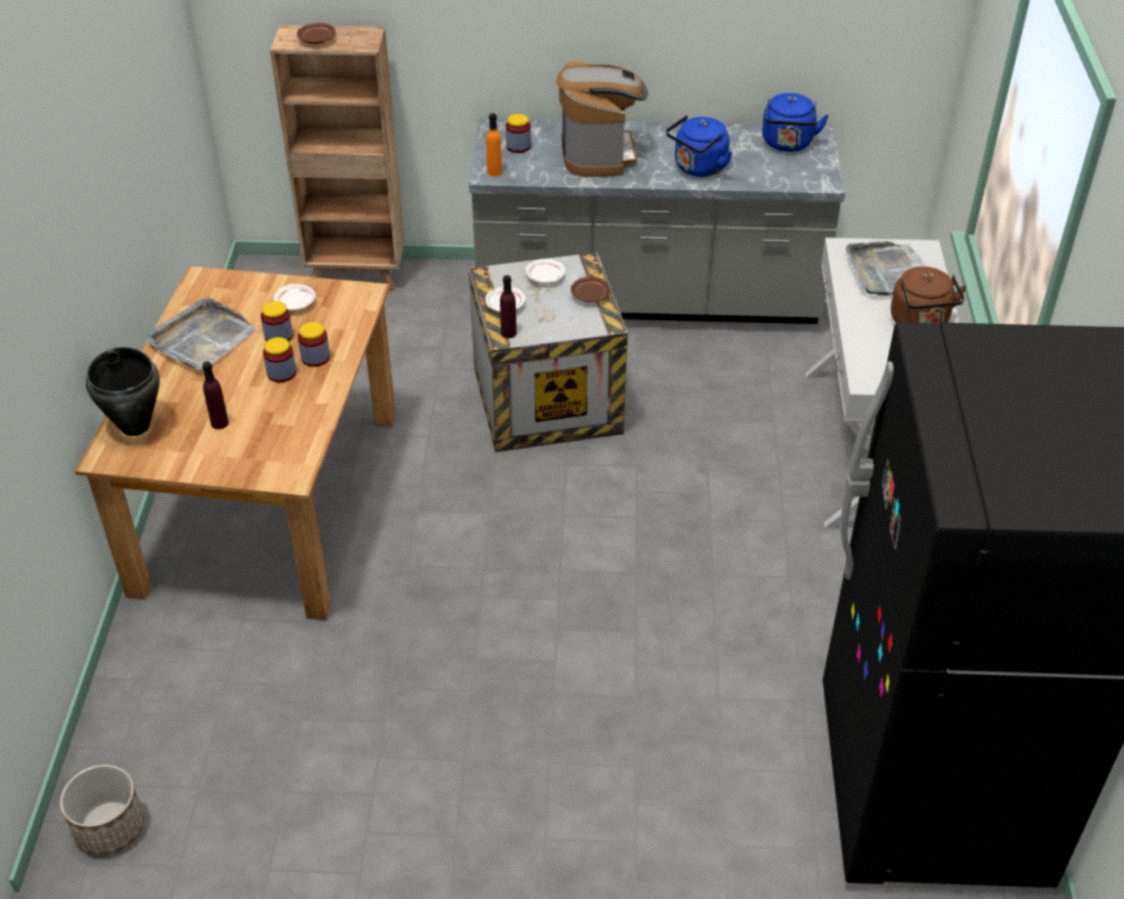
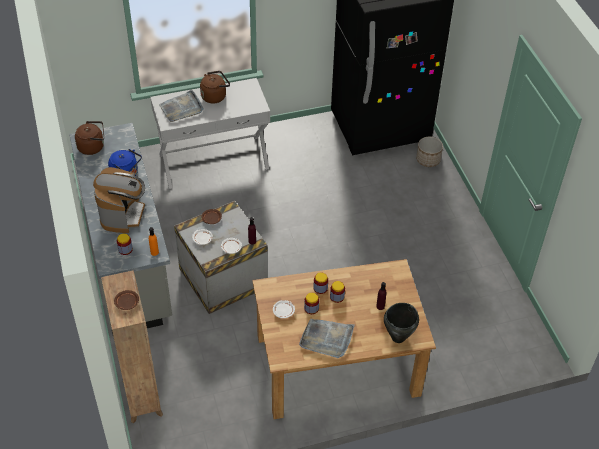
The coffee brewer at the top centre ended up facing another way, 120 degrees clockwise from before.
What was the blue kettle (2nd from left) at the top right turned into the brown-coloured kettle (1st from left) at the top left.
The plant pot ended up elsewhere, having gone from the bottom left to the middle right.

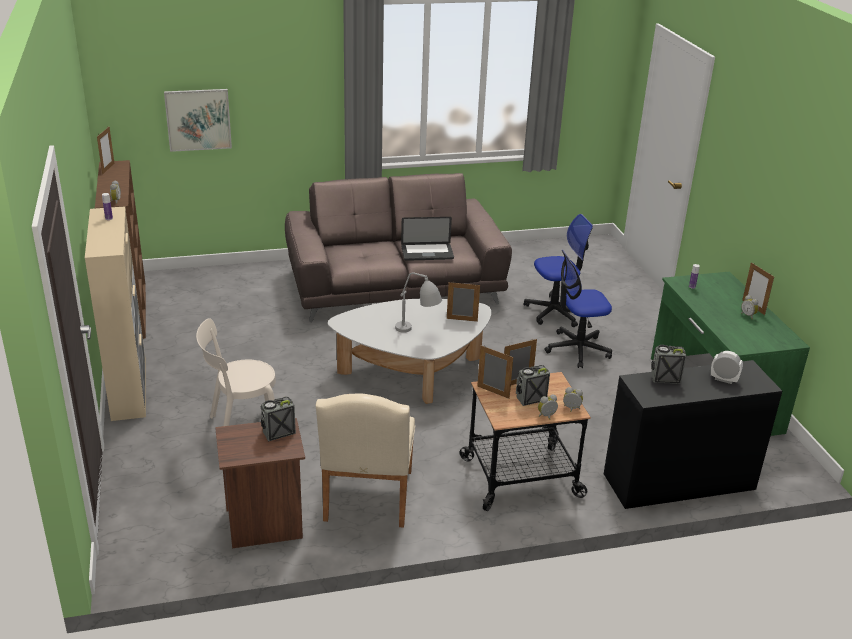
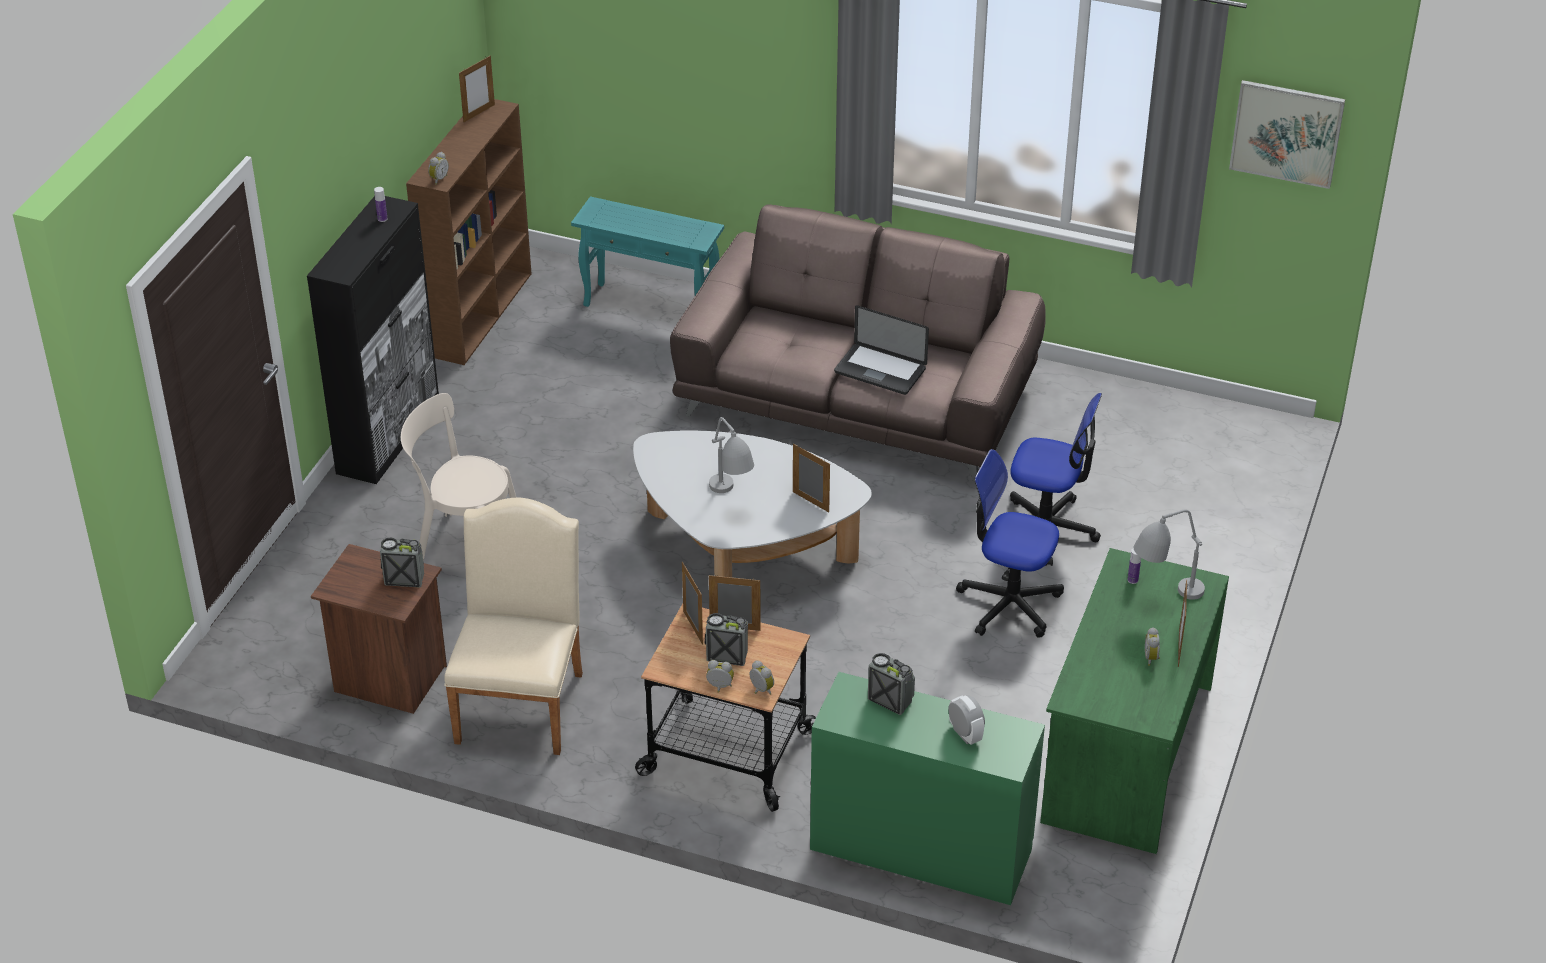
The wall art ended up elsewhere, having gone from the top left to the top right.
What was the beige-coloured storage cabinet at the middle left turned into the blackish storage cabinet at the middle left.
What was the blackish desk unit at the bottom right turned into the greenish desk unit (1st from left) at the bottom centre.
The beige-coloured upright chair (2nd from left) at the bottom centre ended up facing another way, 150 degrees clockwise from before.
The second view gained the blue-green side table at the top centre.
The second view gained the greyish table lamp (2nd from left) at the middle right.

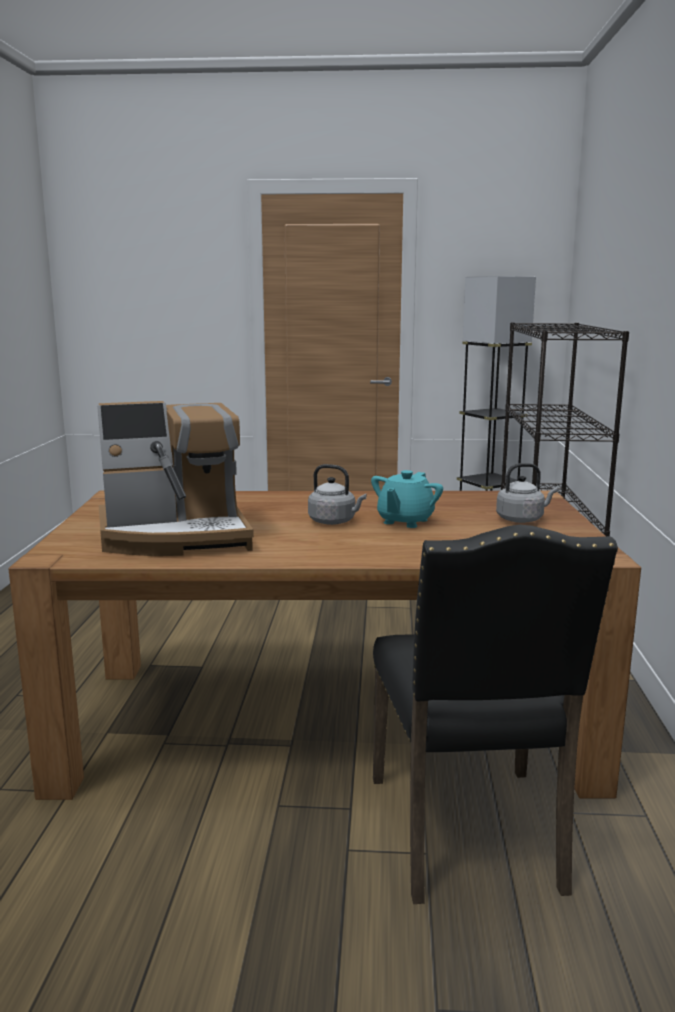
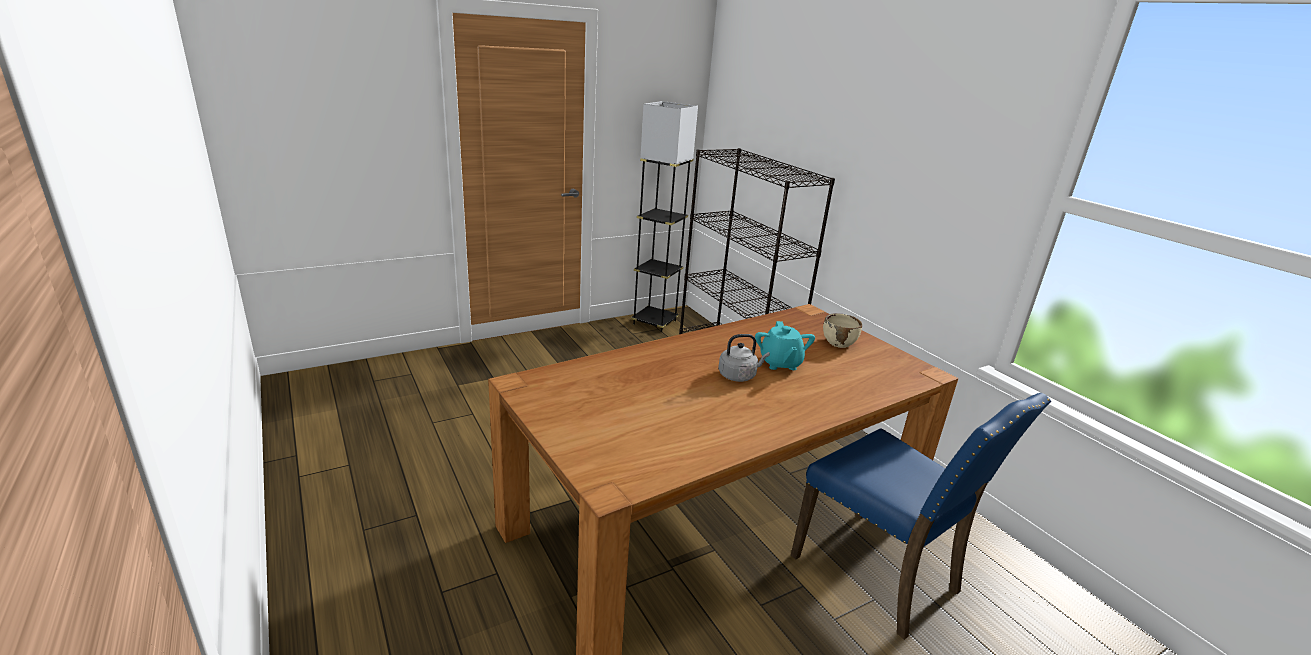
The second view lost the coffee brewer at the middle left.
Where the greyish kettle (2nd from left) stood at the middle right, the beige-coloured bowl came to stand at the centre.
What was the blackish upright chair at the bottom right turned into the blue upright chair at the bottom right.

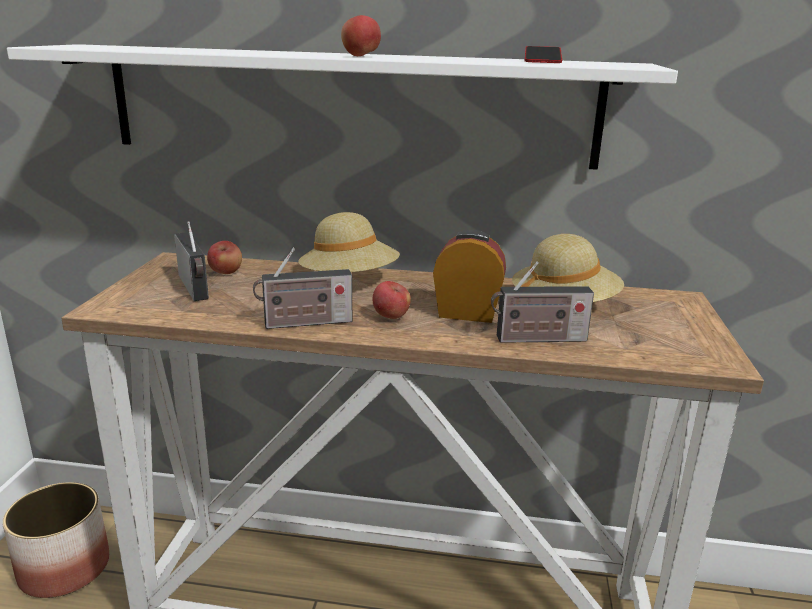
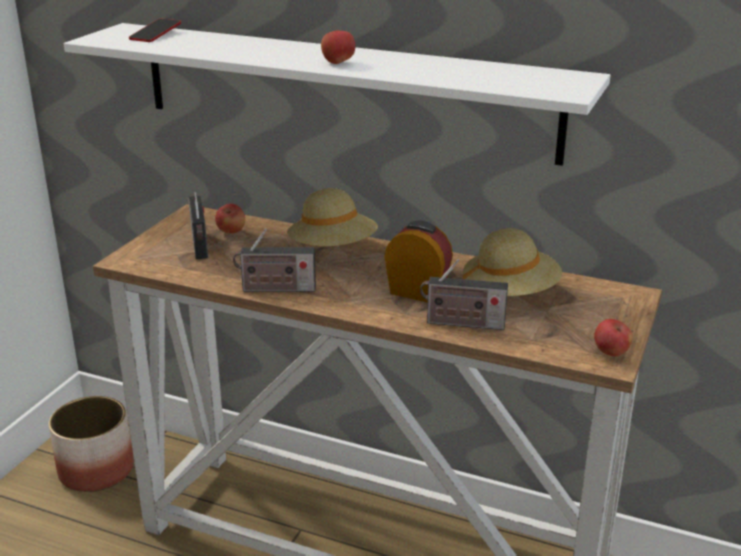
The handset ended up elsewhere, having gone from the top right to the top left.
The apple fruit (3rd from left) ended up elsewhere, having gone from the centre to the middle right.

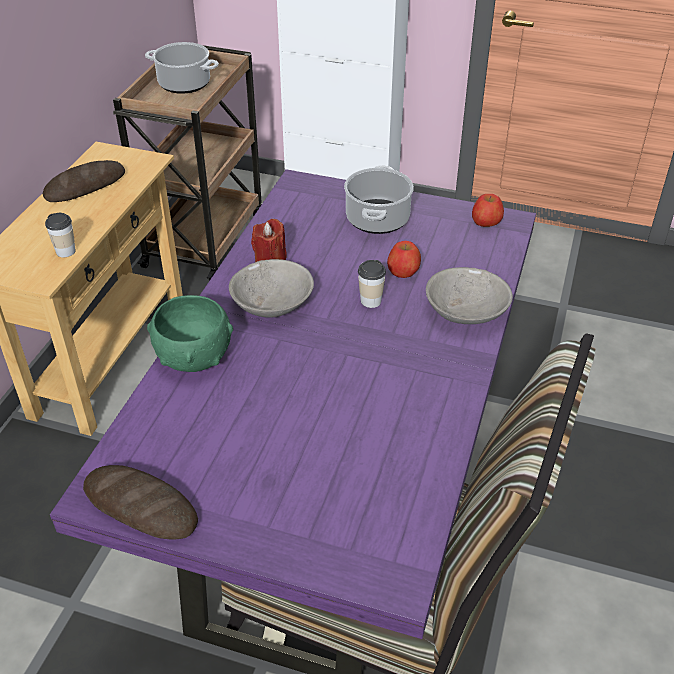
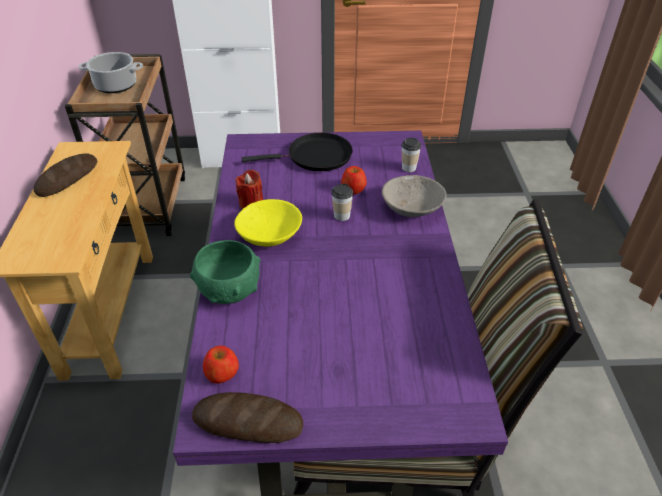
Where the saucepot (2nd from left) stood at the top centre, the blackish skillet came to stand at the top centre.
The apple fruit (2nd from left in the first image) ended up elsewhere, having gone from the top right to the bottom centre.
The cup (1st from left in the first image) ended up elsewhere, having gone from the middle left to the top centre.
What was the greyish bowl (1st from left) at the centre turned into the yellow-coloured bowl at the centre.

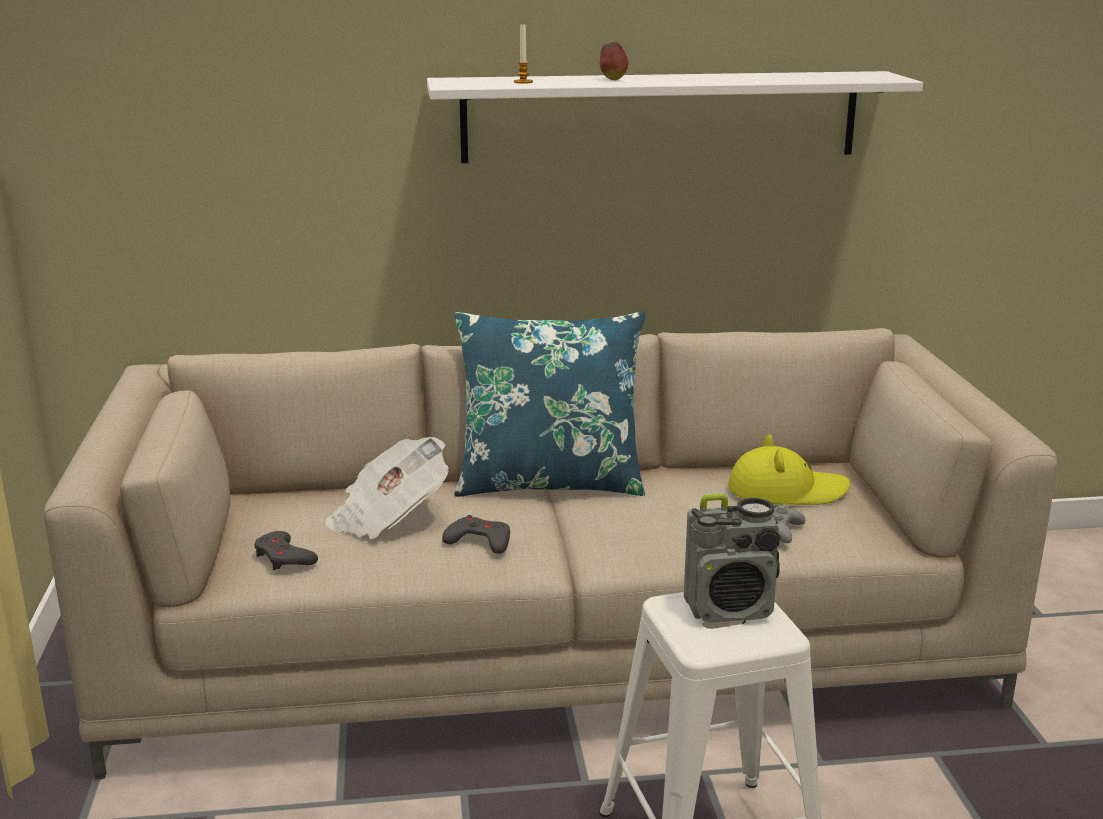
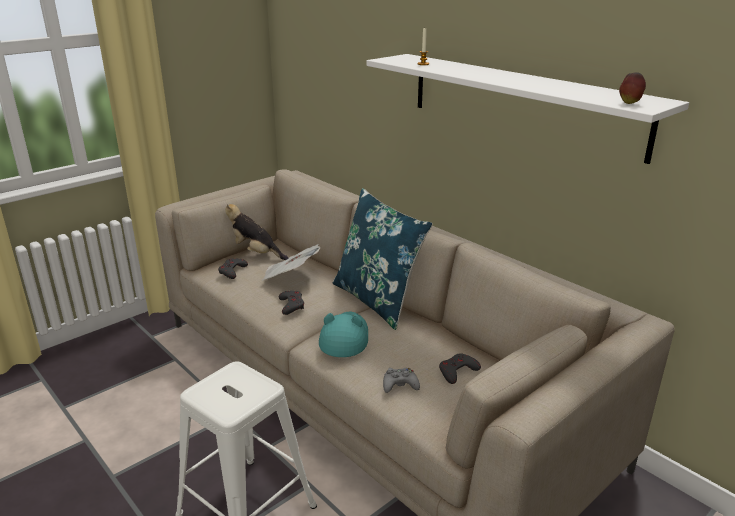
The apple fruit ended up elsewhere, having gone from the top centre to the top right.
Where the yellow-coloured hat stood at the middle right, the greyish gamepad (4th from left) came to stand at the bottom centre.
The second view lost the radio receiver at the bottom centre.
The second view gained the cuddly toy at the centre.
The second view gained the blue-green hat at the centre.

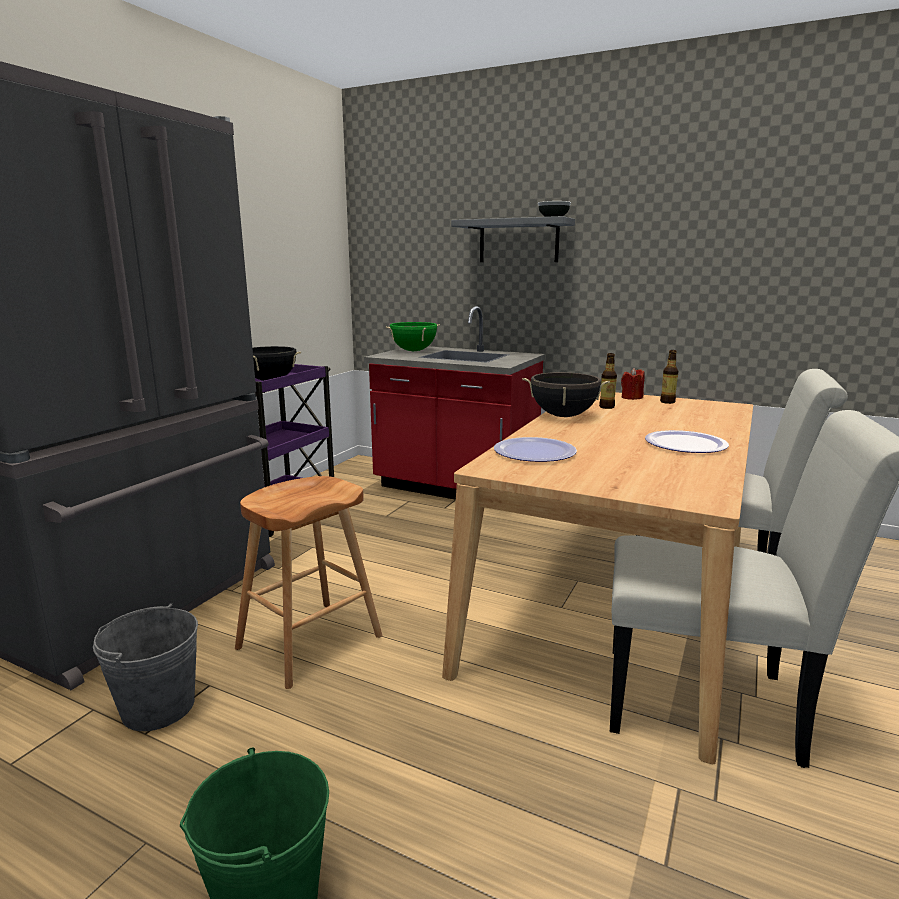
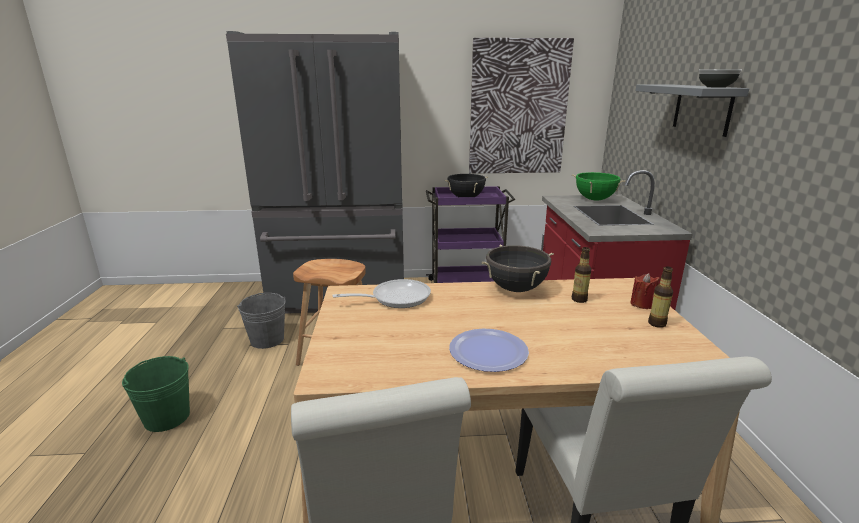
Where the flat dish (1st from left) stood at the centre, the skillet came to stand at the centre.
The second view gained the wall art at the top centre.

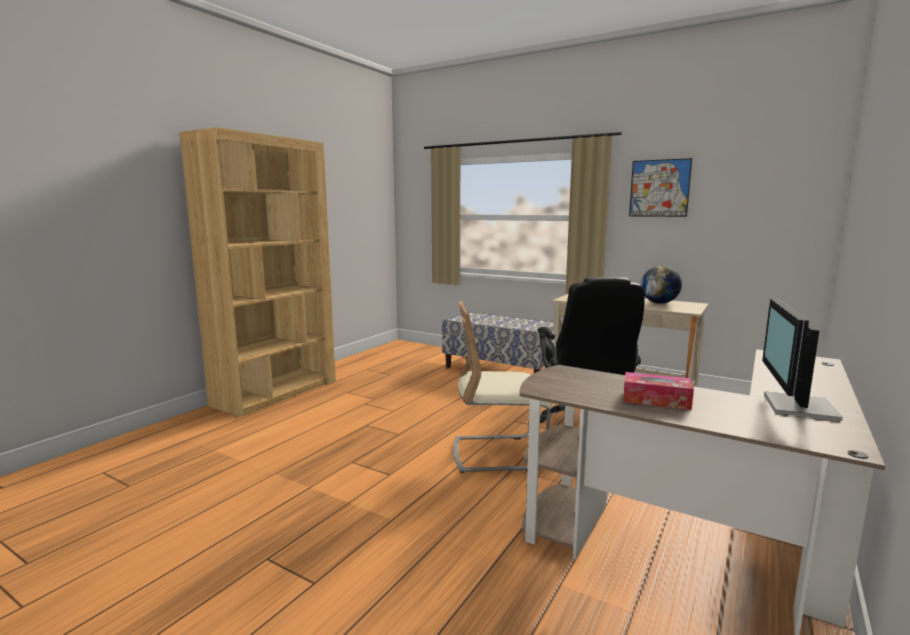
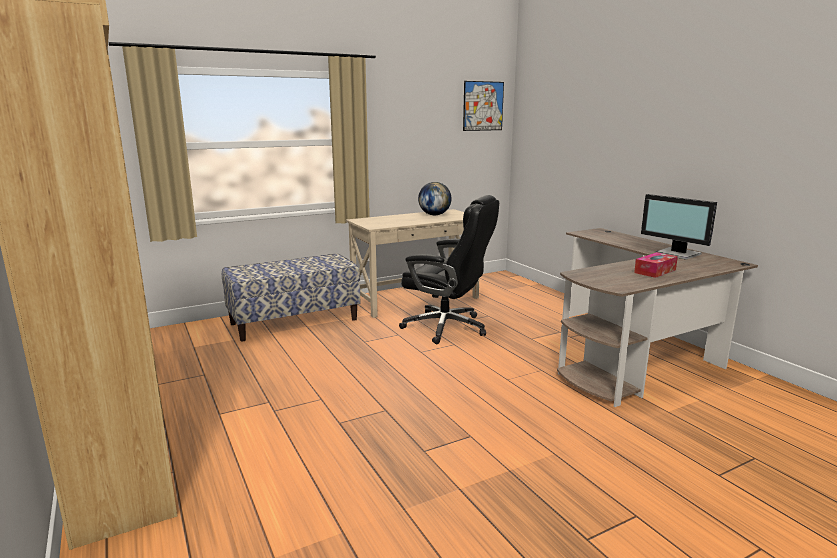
The wall art ended up elsewhere, having gone from the top right to the top centre.
The second view lost the beige-coloured upright chair at the centre.

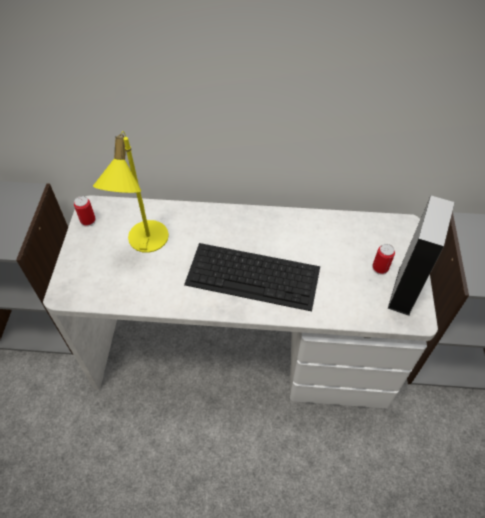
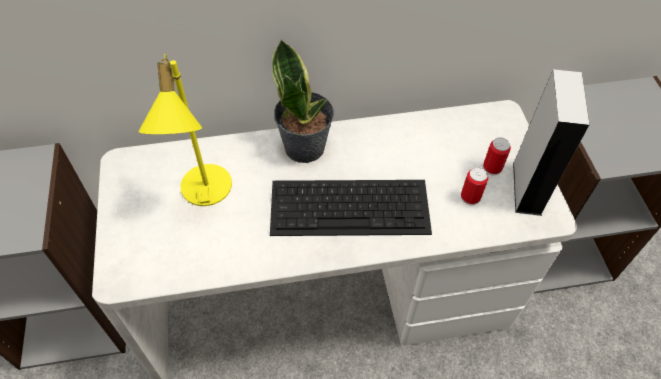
The can (1st from left) ended up elsewhere, having gone from the middle left to the middle right.
The second view gained the plant in a pot at the top centre.

